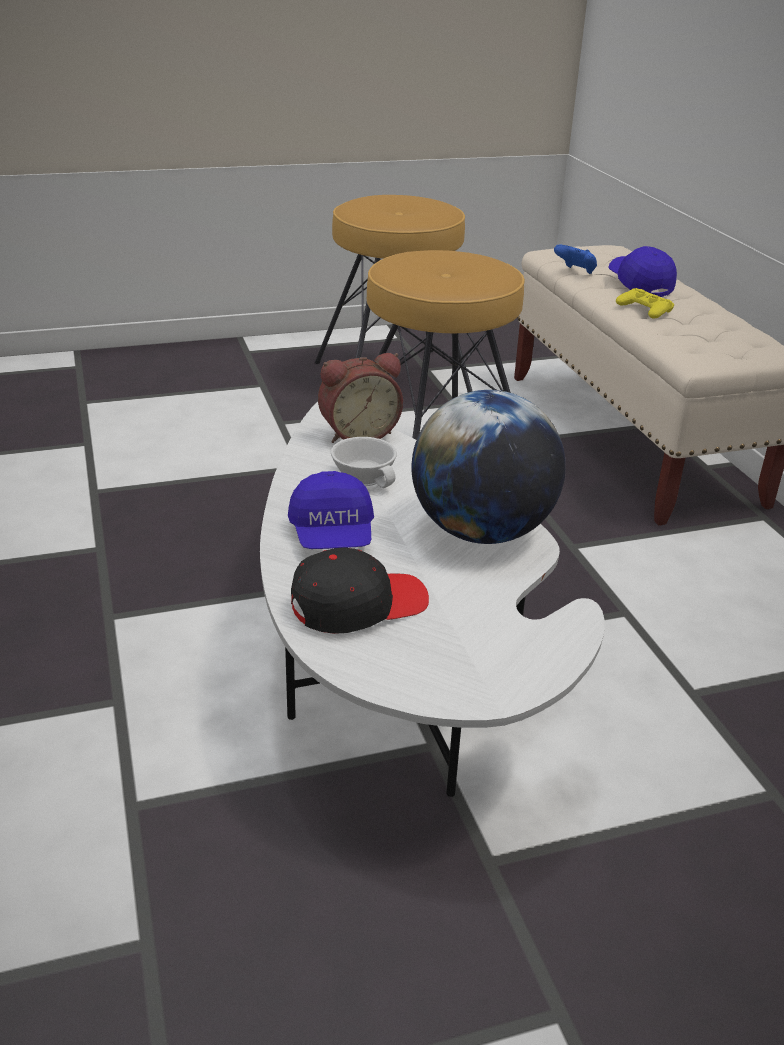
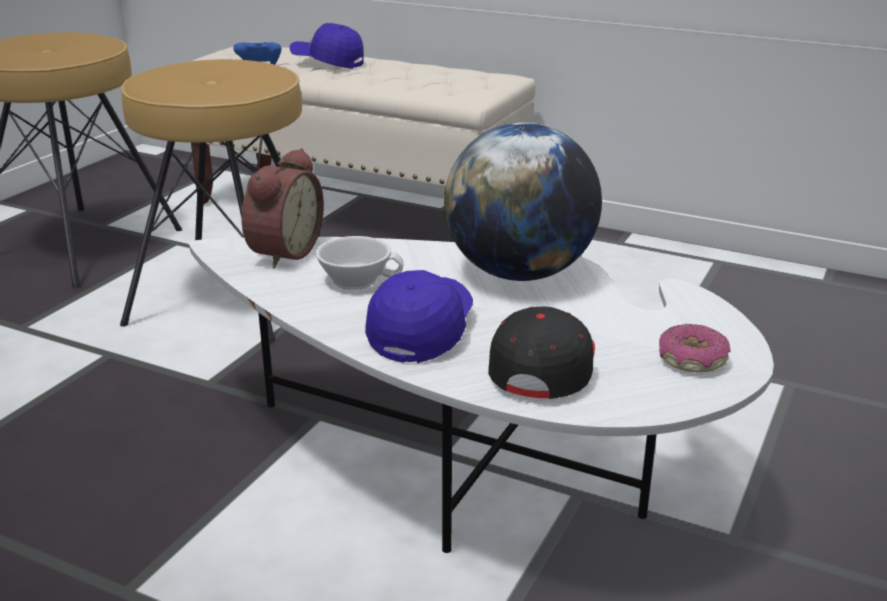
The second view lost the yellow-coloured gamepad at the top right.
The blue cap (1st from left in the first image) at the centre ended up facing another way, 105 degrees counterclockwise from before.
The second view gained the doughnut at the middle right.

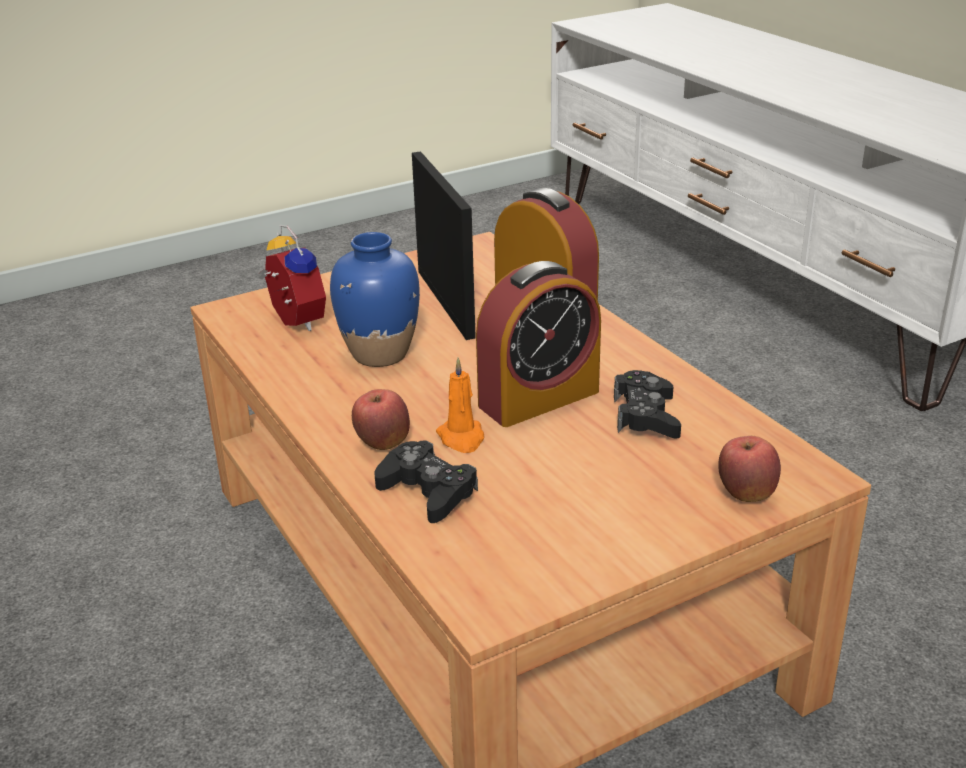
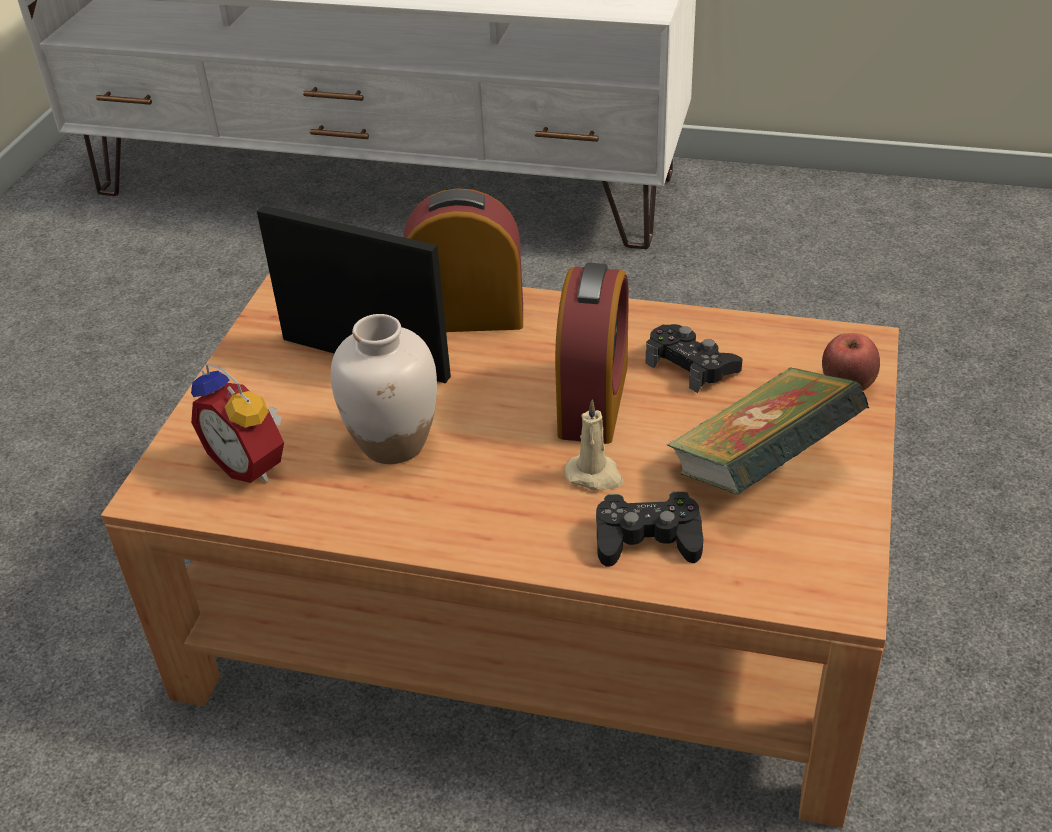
The table clock (1st from left) at the middle left ended up facing another way, 150 degrees counterclockwise from before.
What was the blue flower vase at the centre turned into the whitish flower vase at the centre.
What was the orangey candle at the centre turned into the beige-coloured candle at the centre.
The second view lost the apple fruit (1st from left) at the centre.
The second view gained the volume at the middle right.

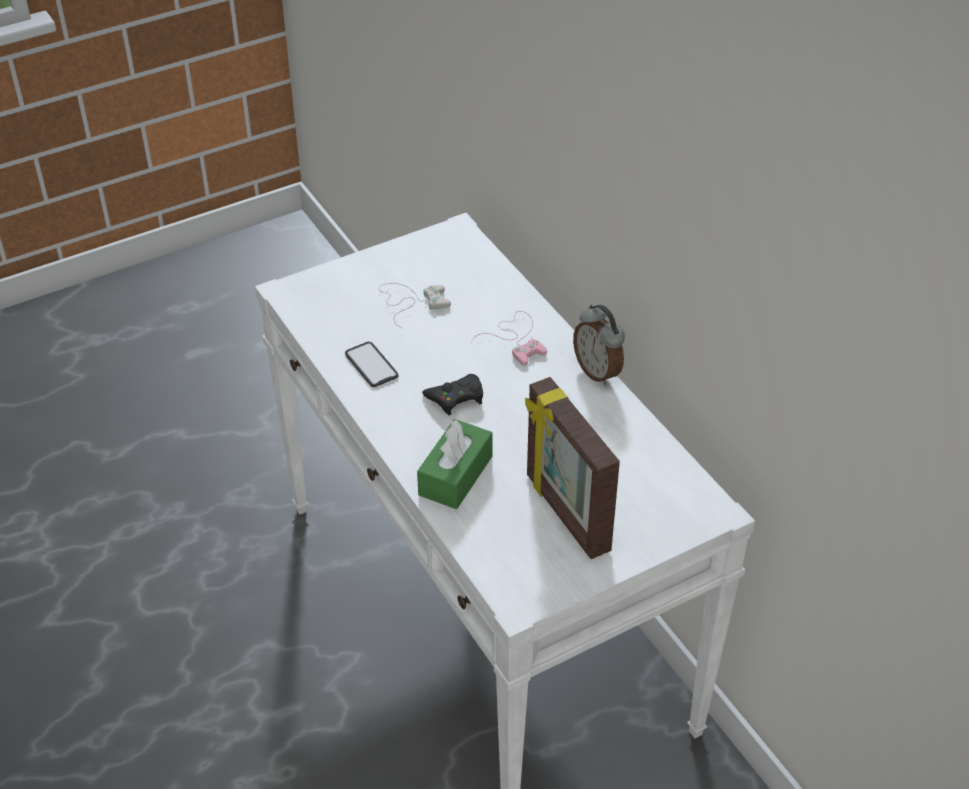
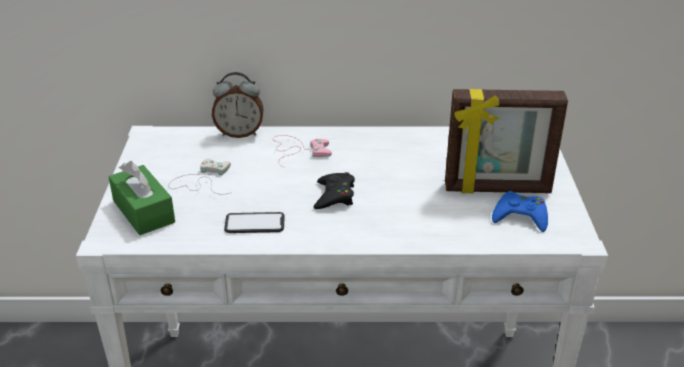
The table clock ended up elsewhere, having gone from the centre to the top centre.
The greenish tissue box ended up elsewhere, having gone from the centre to the middle left.
The second view gained the blue gamepad at the middle right.

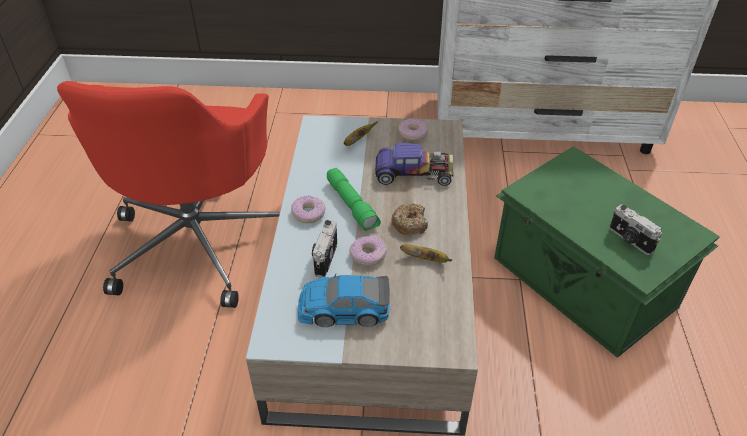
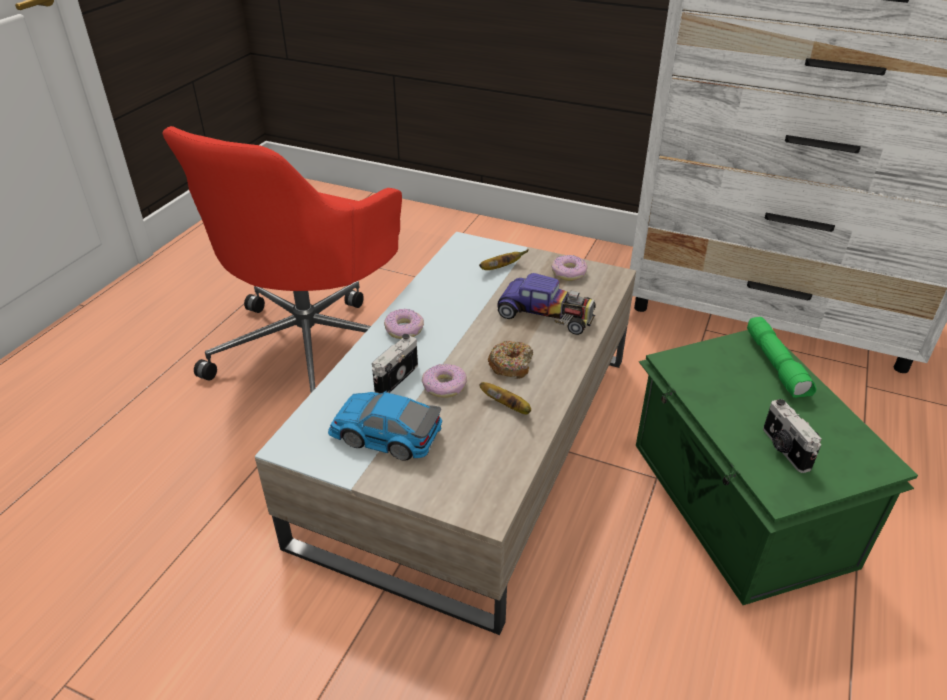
The greenish hand torch ended up elsewhere, having gone from the centre to the middle right.

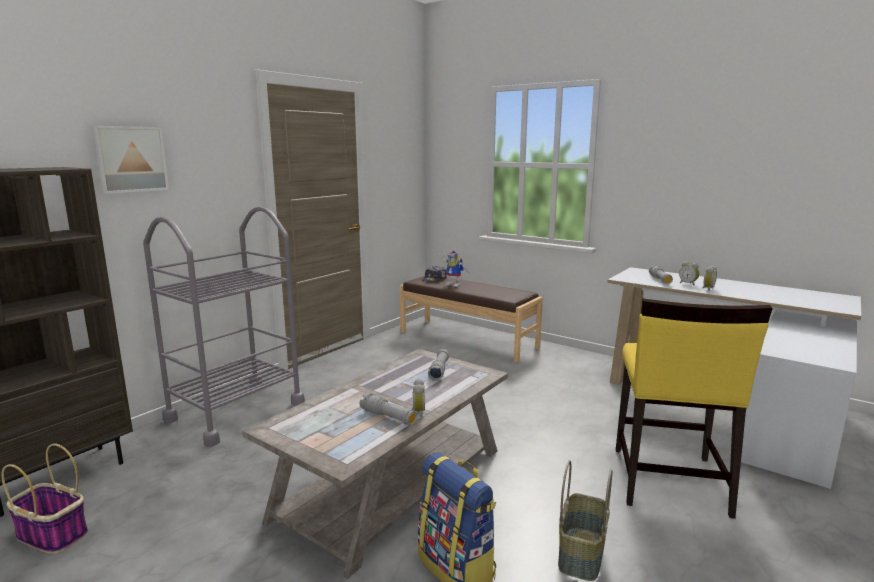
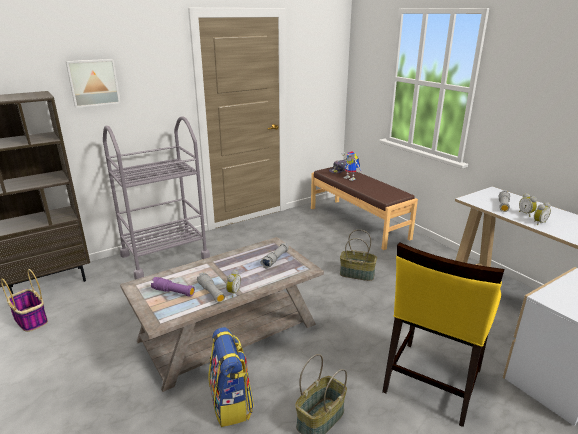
The second view gained the storage basket (3rd from left) at the centre.
The second view gained the purple hand torch at the middle left.

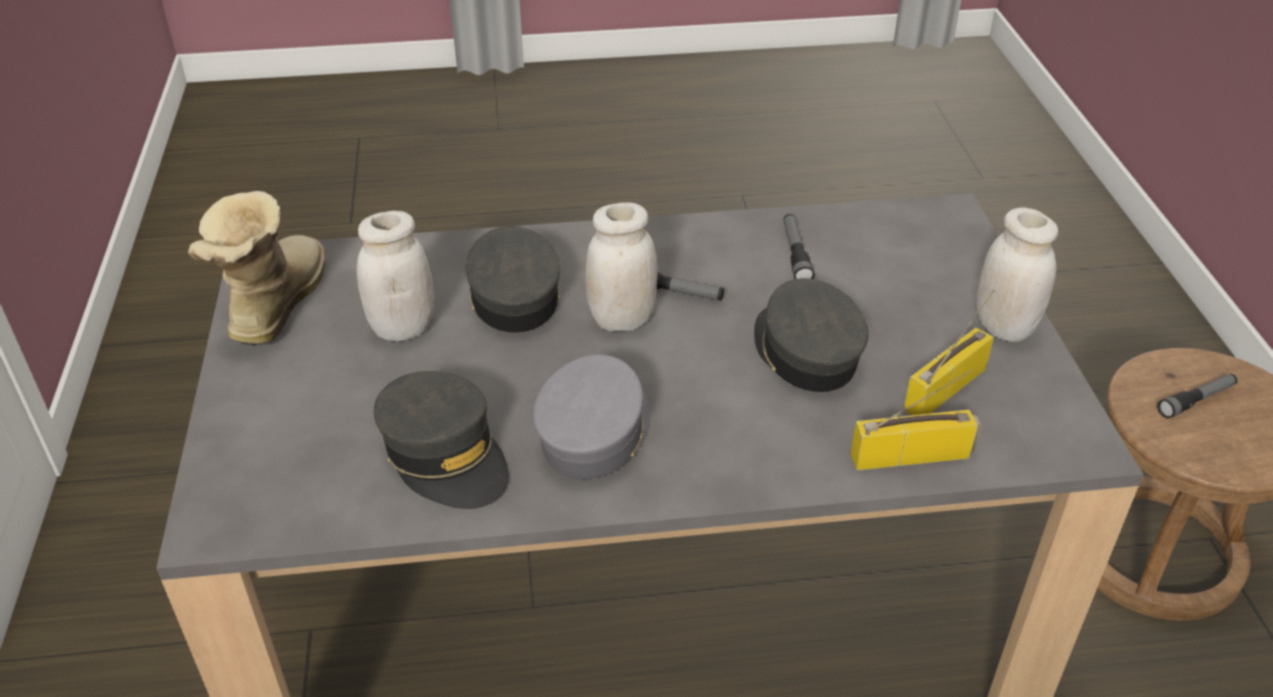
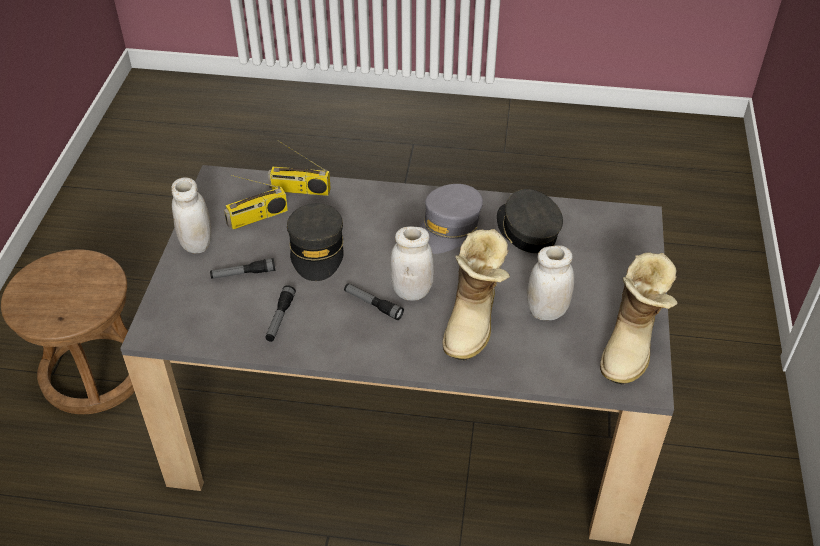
Where the greyish cap (2nd from left) stood at the centre, the boot (1st from left) came to stand at the centre.
The hand torch (3rd from left in the first image) ended up elsewhere, having gone from the middle right to the middle left.

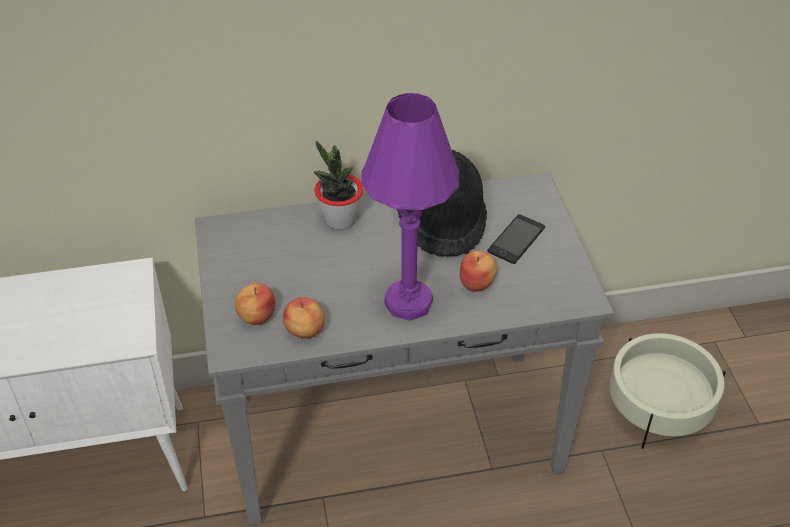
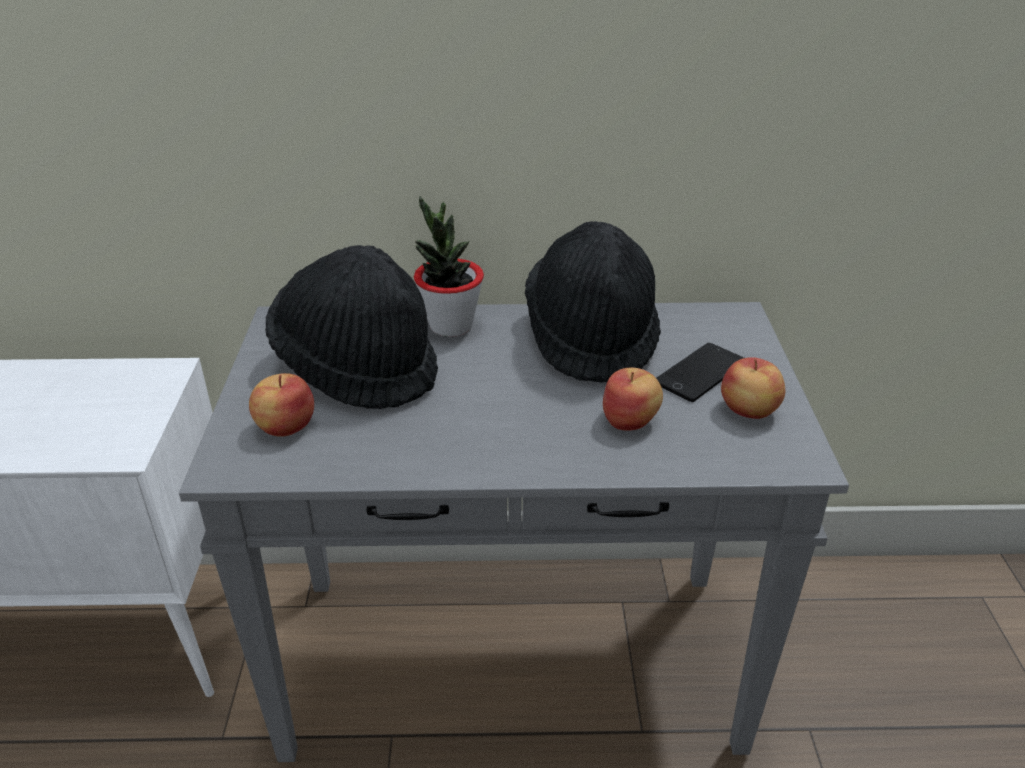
The second view lost the purple table lamp at the centre.
The apple fruit (2nd from left in the first image) ended up elsewhere, having gone from the centre to the middle right.
The second view lost the beige-coloured plant pot at the bottom right.
The second view gained the blackish hat (1st from left) at the centre.

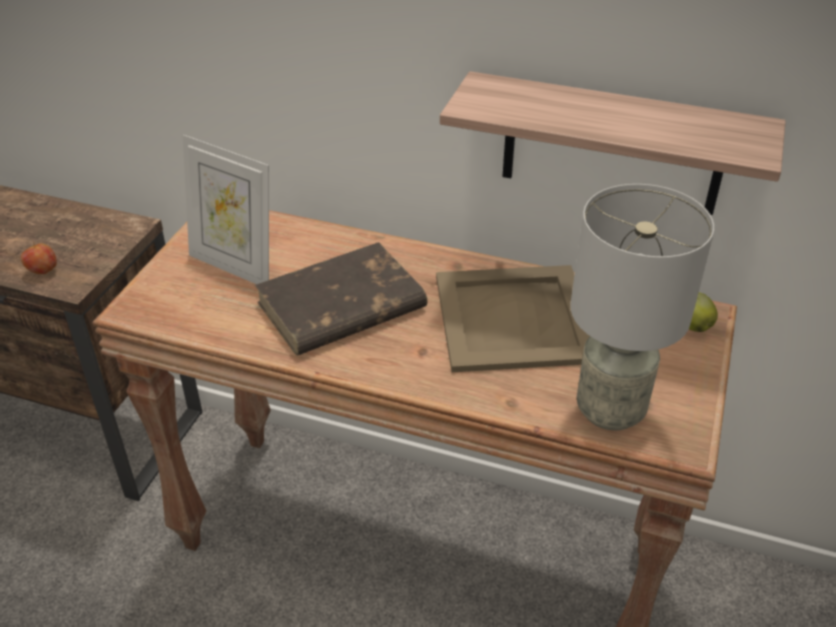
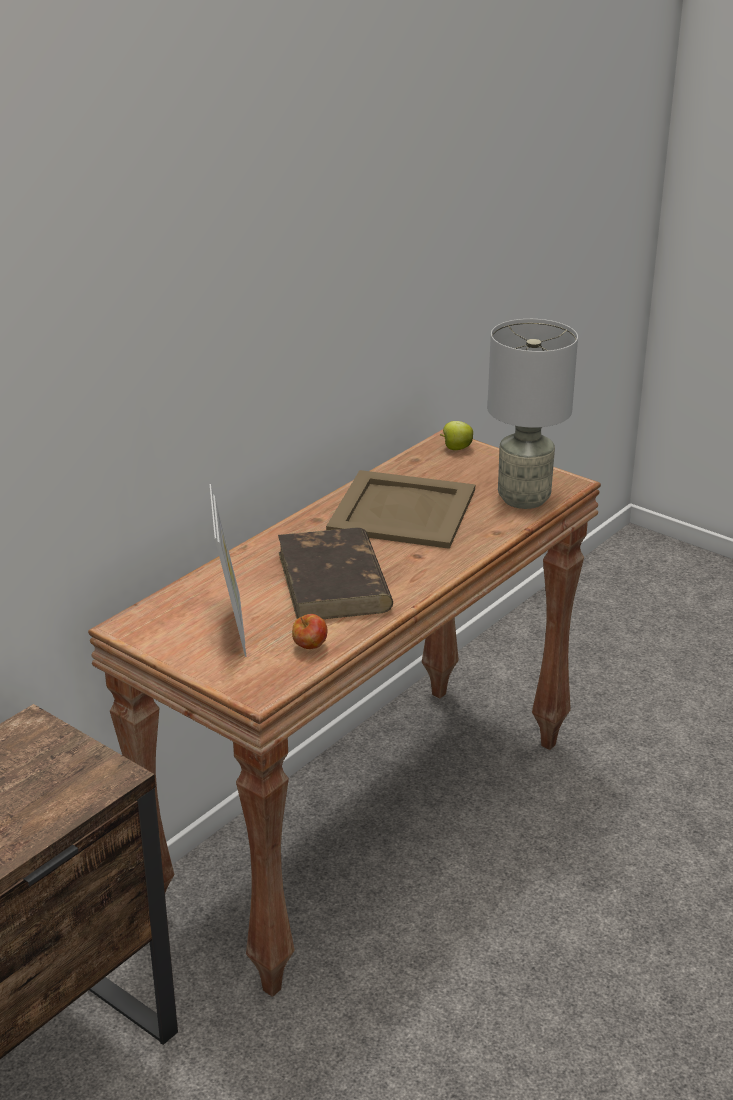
The second view lost the bracket shelf at the top right.
The picture frame at the middle left ended up facing another way, 60 degrees counterclockwise from before.
The apple fruit (1st from left) ended up elsewhere, having gone from the middle left to the centre.

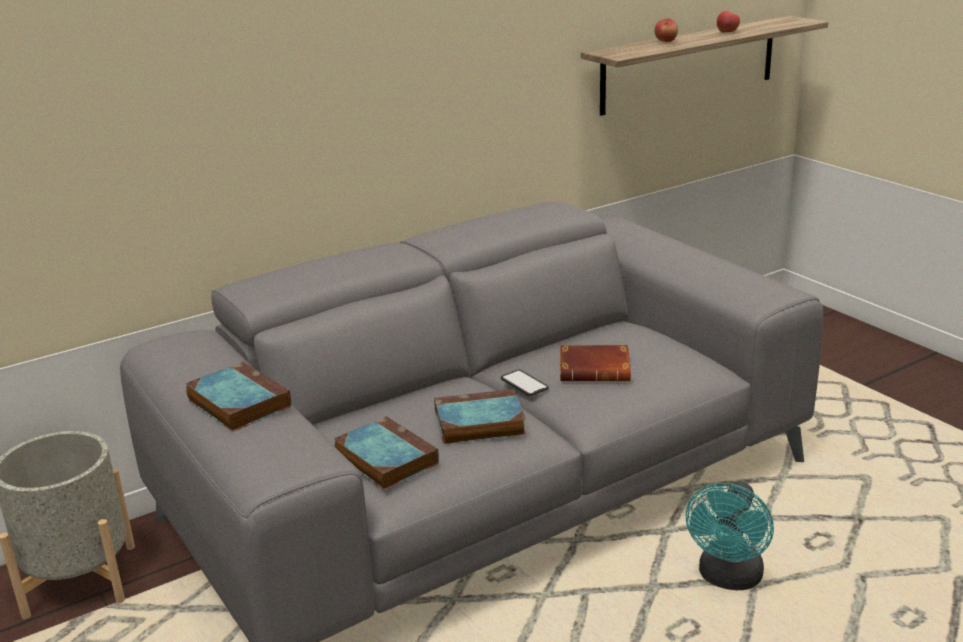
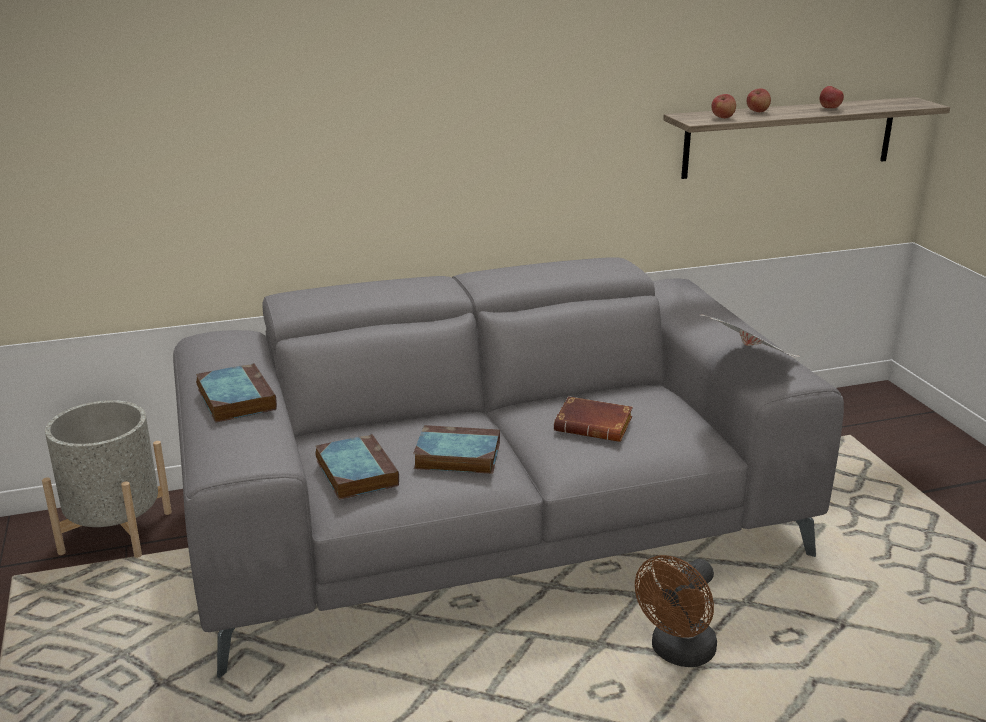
The second view lost the handset at the centre.
What was the blue-green cooling fan at the bottom right turned into the brown-coloured cooling fan at the bottom right.
The second view gained the apple fruit (1st from left) at the top right.
The second view gained the newspaper at the middle right.

